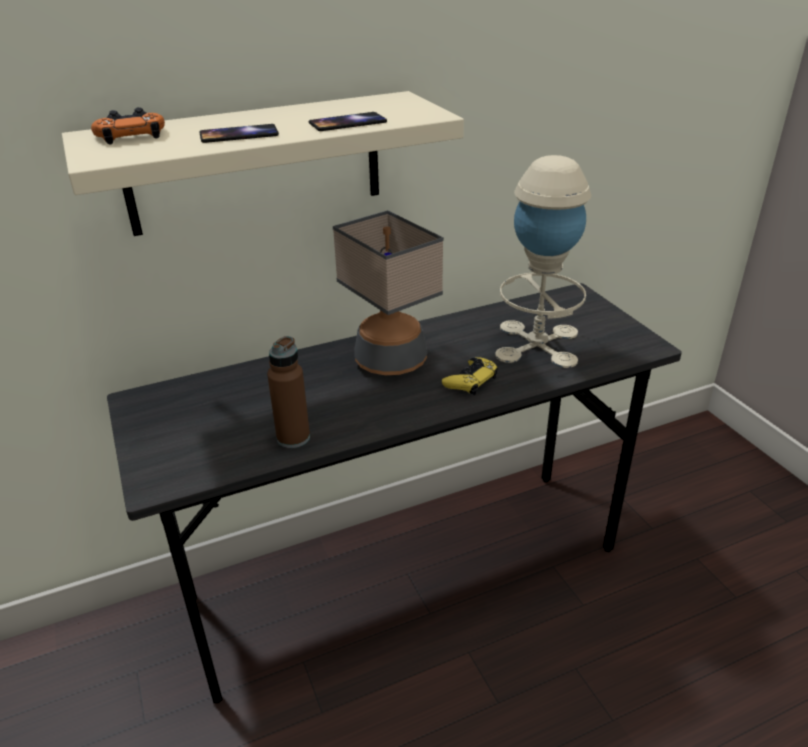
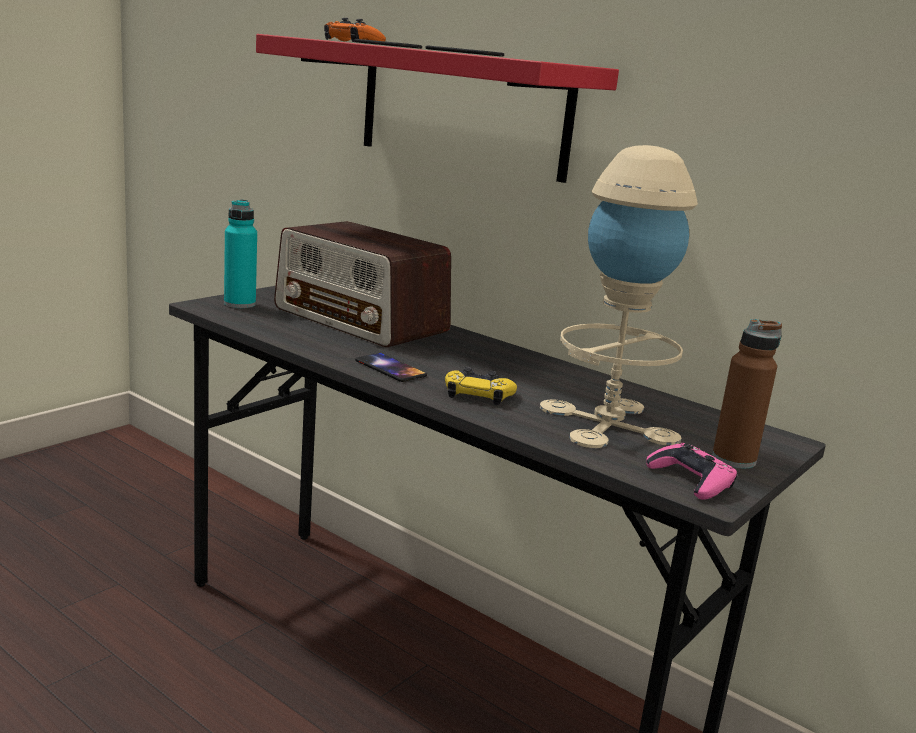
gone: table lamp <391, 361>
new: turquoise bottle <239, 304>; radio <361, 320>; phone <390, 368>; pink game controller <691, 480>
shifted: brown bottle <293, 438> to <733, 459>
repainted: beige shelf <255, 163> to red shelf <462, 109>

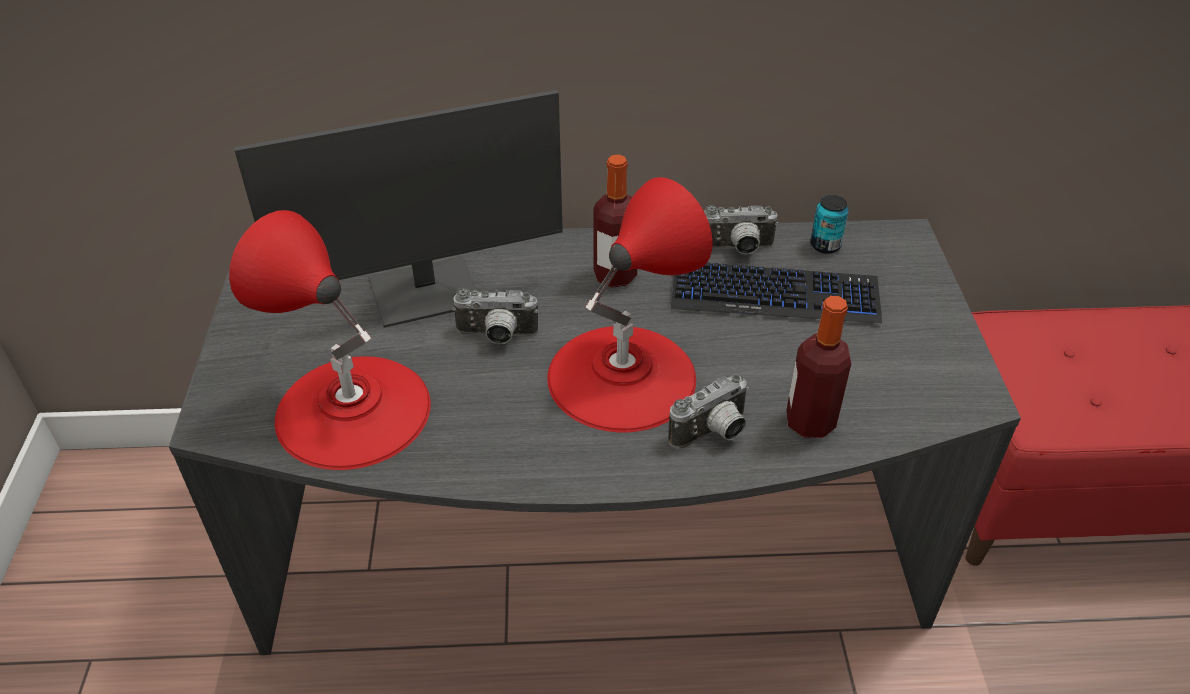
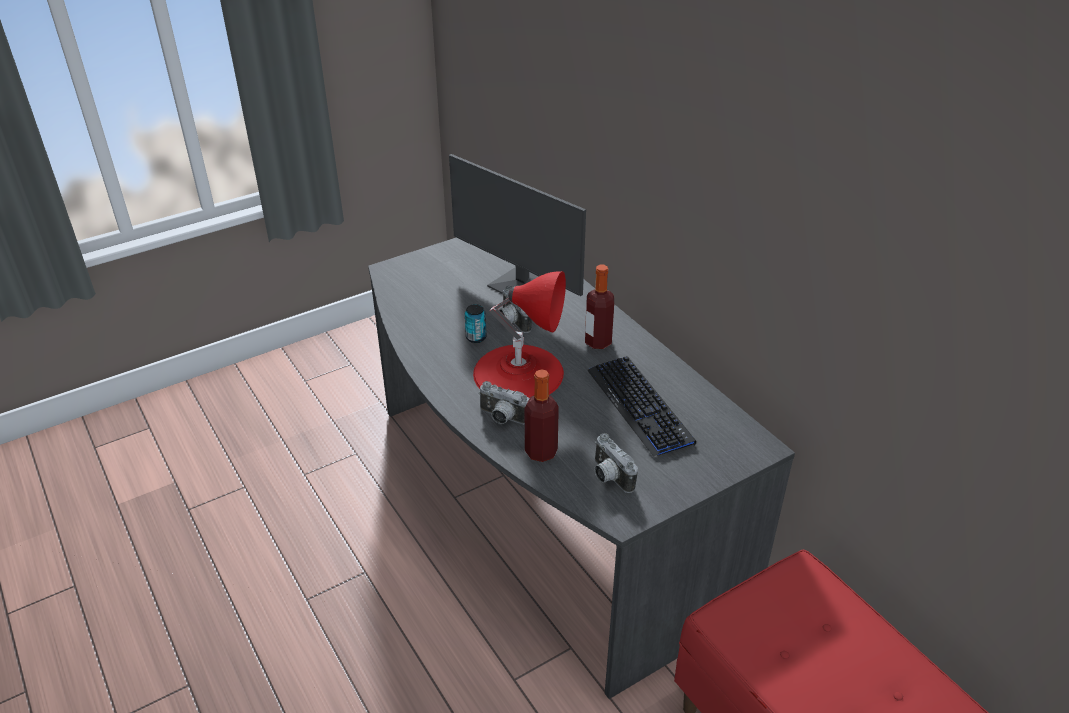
gone: red table lamp <352, 410>
shifted: can <825, 245> to <476, 337>; photo camera <737, 249> to <608, 477>

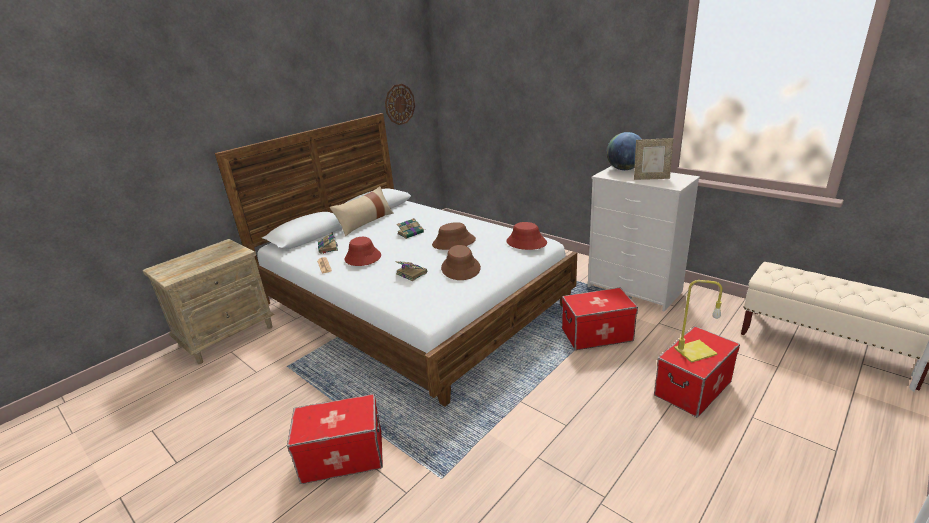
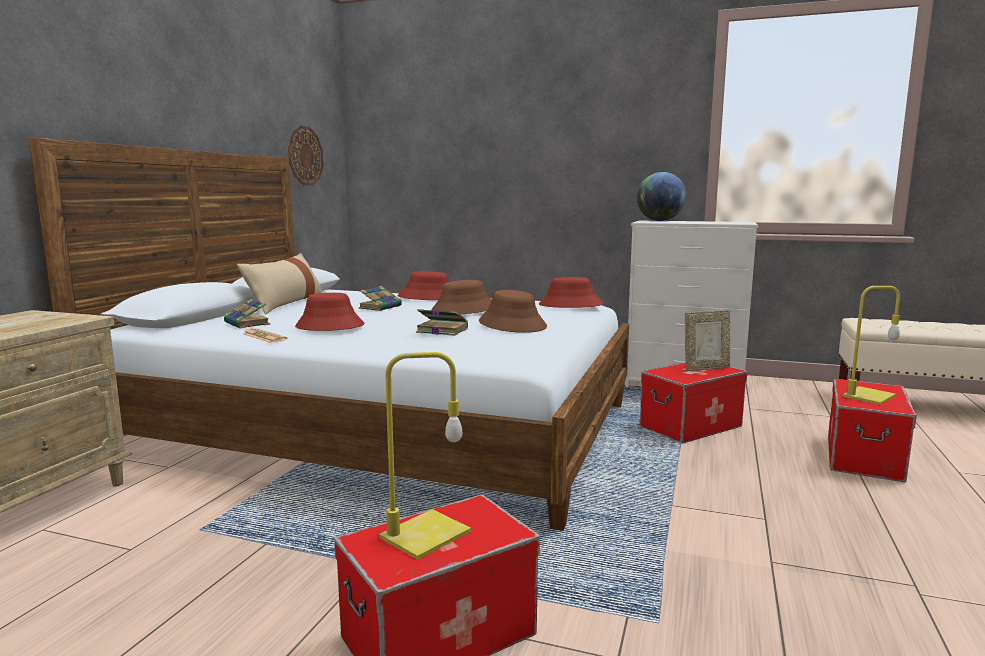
new: yellow table lamp <424, 535>; red hat <428, 297>
shifted: picture frame <651, 178> to <706, 368>

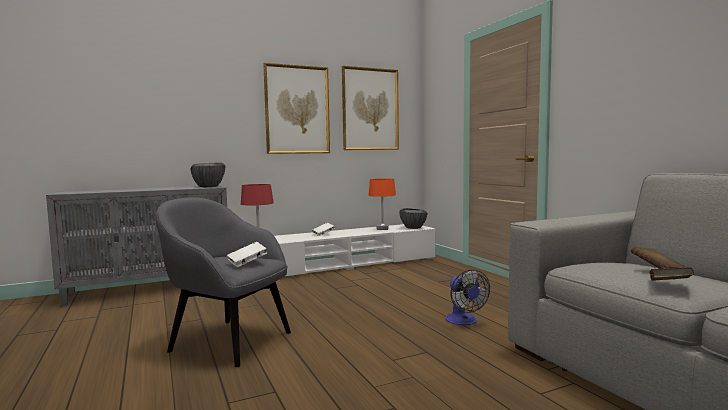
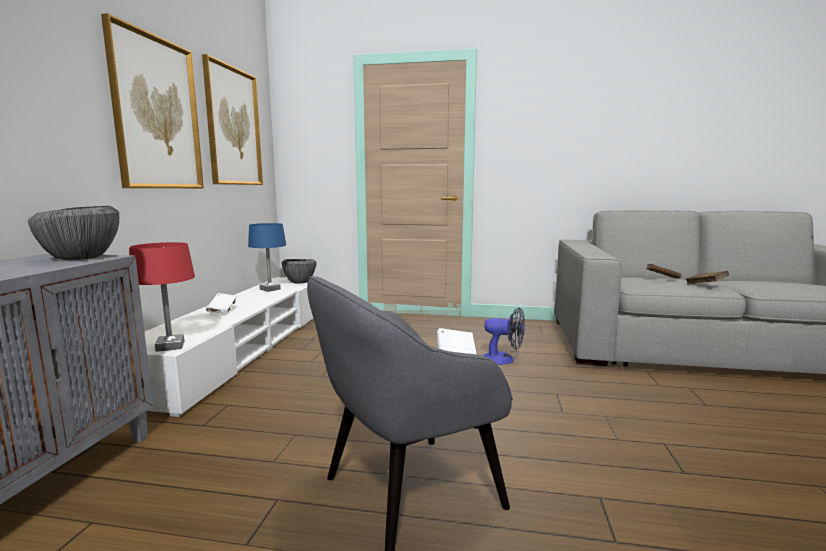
repainted: orange table lamp <382, 229> to blue table lamp <270, 289>

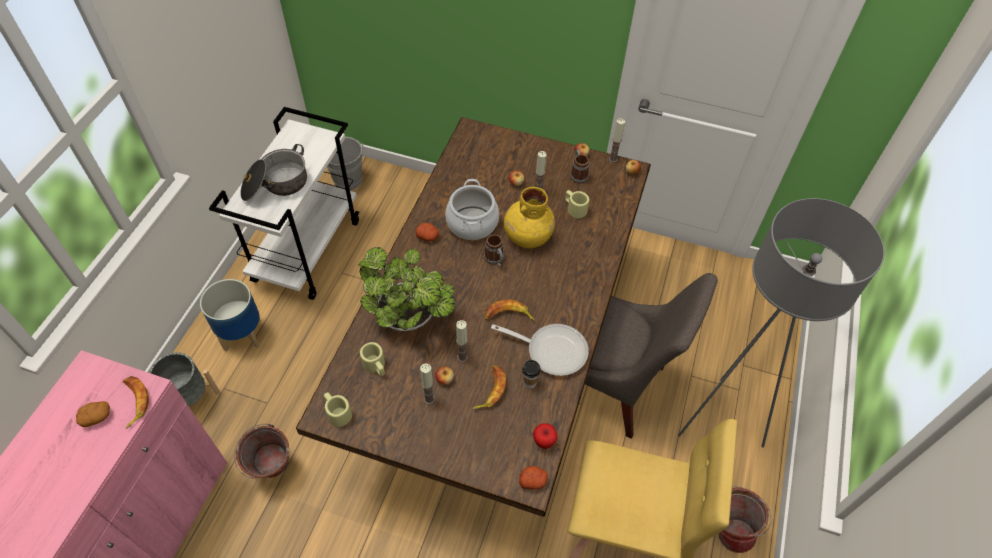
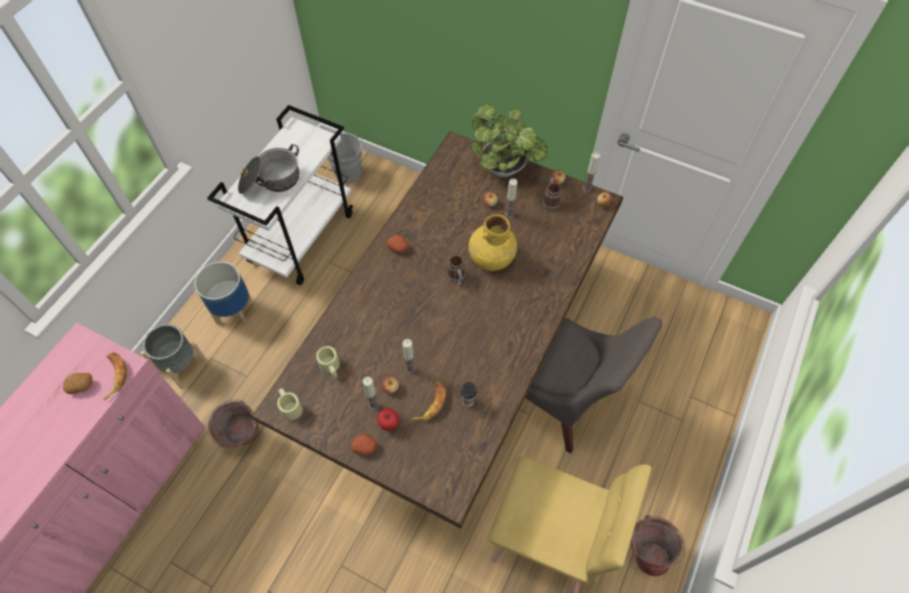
gone: cooking pot <472, 223>; banana <508, 315>; frying pan <551, 350>; beige mug <574, 208>; grey floor lamp <719, 420>
shifted: potato <533, 480> to <365, 447>; apple <544, 442> to <389, 424>; potted plant <411, 320> to <506, 170>

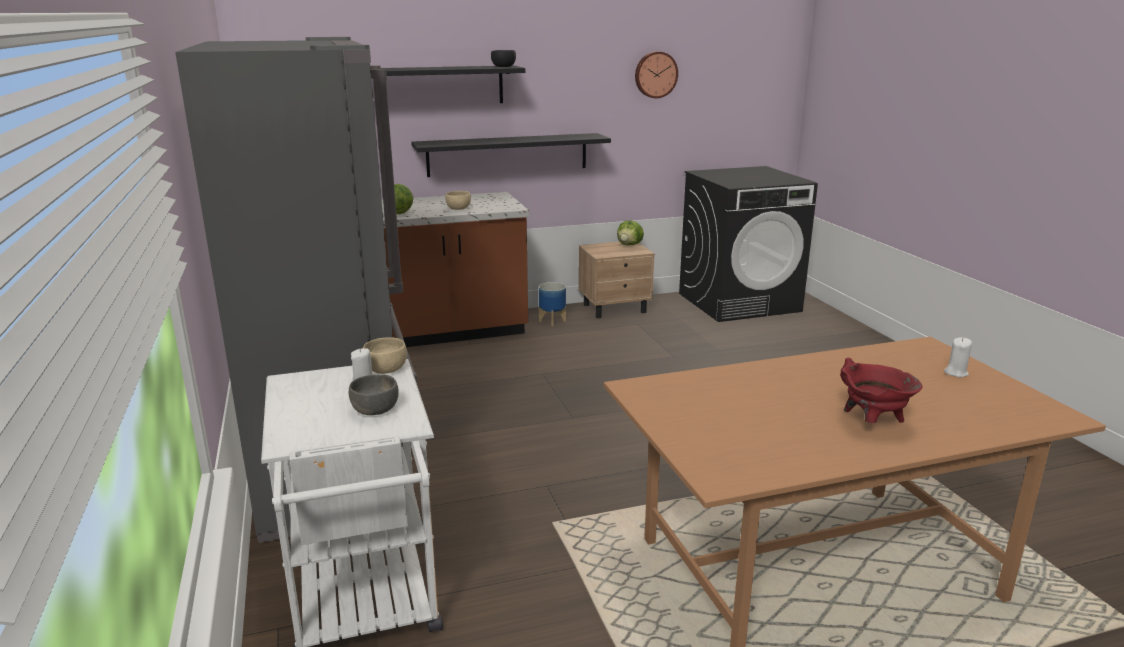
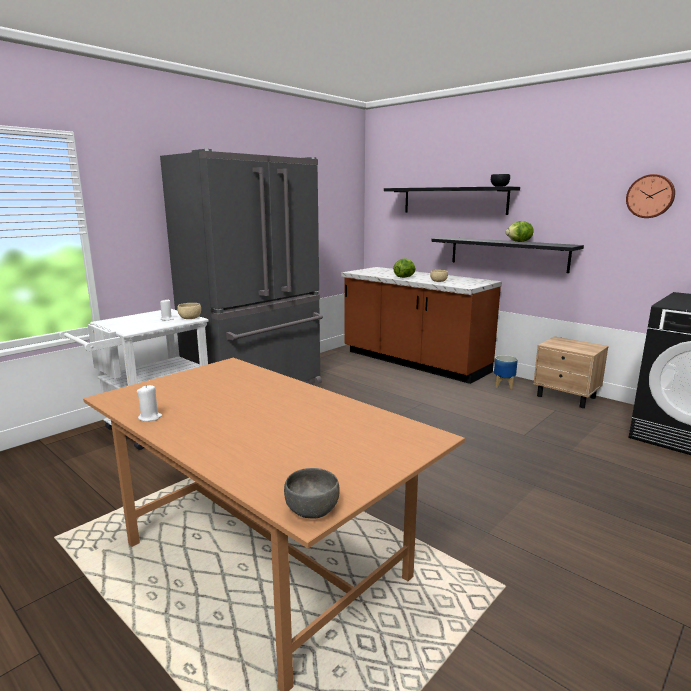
gone: red cooking pot <873, 422>
shifted: white candle <955, 373> to <150, 417>; grey bowl <375, 410> to <312, 510>; lettuce <629, 245> to <519, 242>

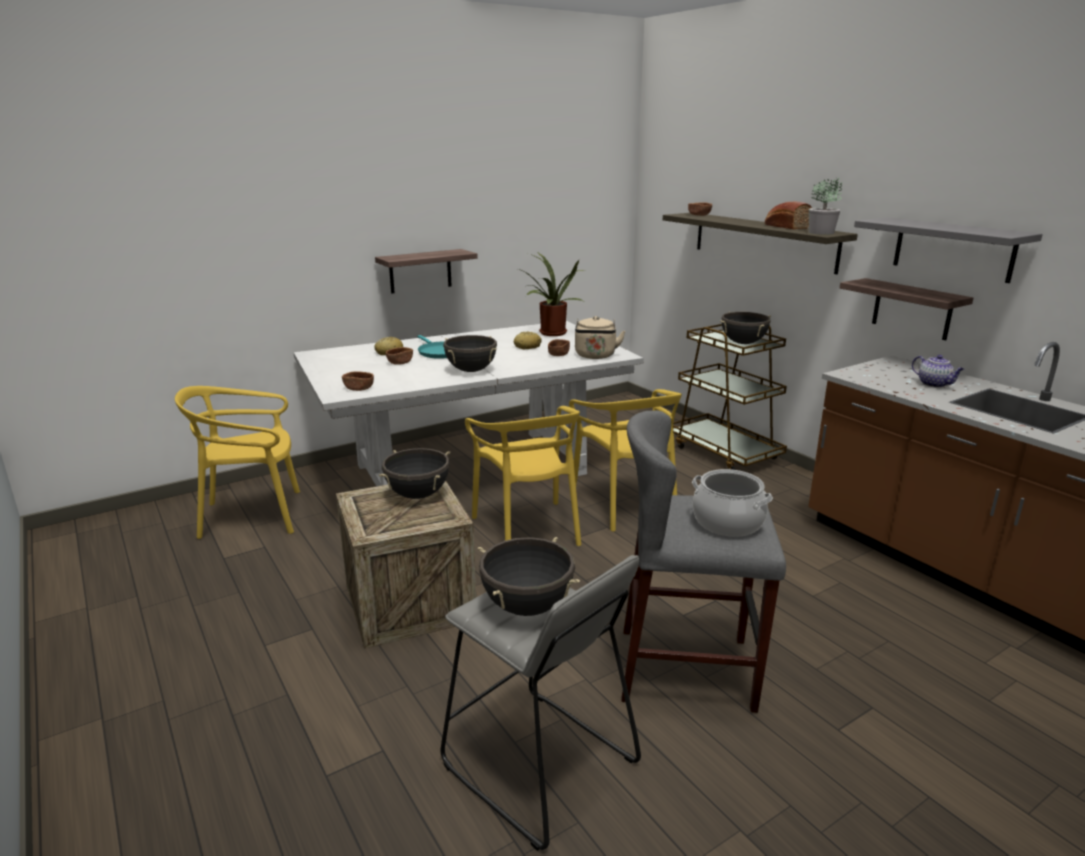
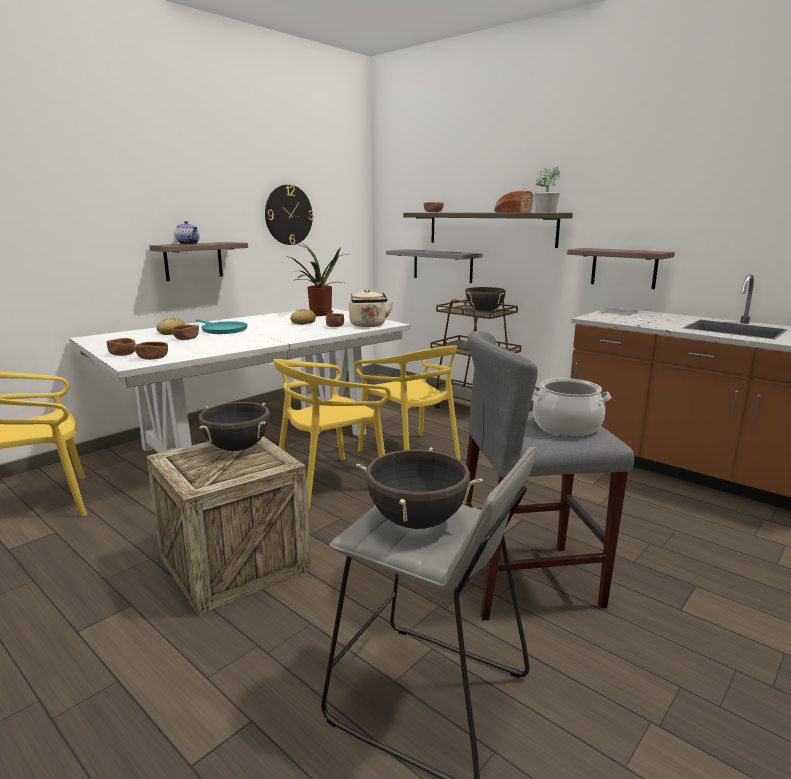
gone: black cooking pot <471, 370>
new: brown bowl <122, 354>; wall clock <288, 215>
shifted: teapot <934, 384> to <189, 244>; grey shelf <953, 249> to <442, 265>
rotated: yellow chair <528, 529> = <330, 483> 90 degrees clockwise

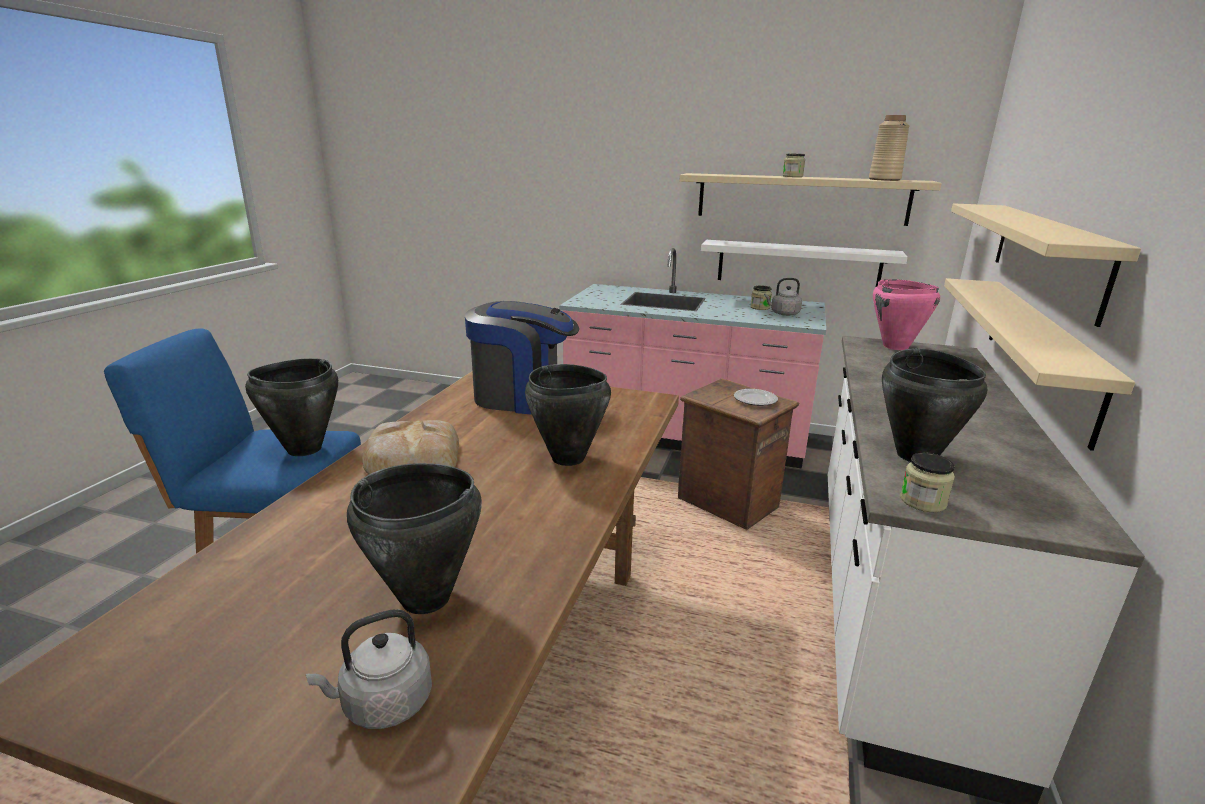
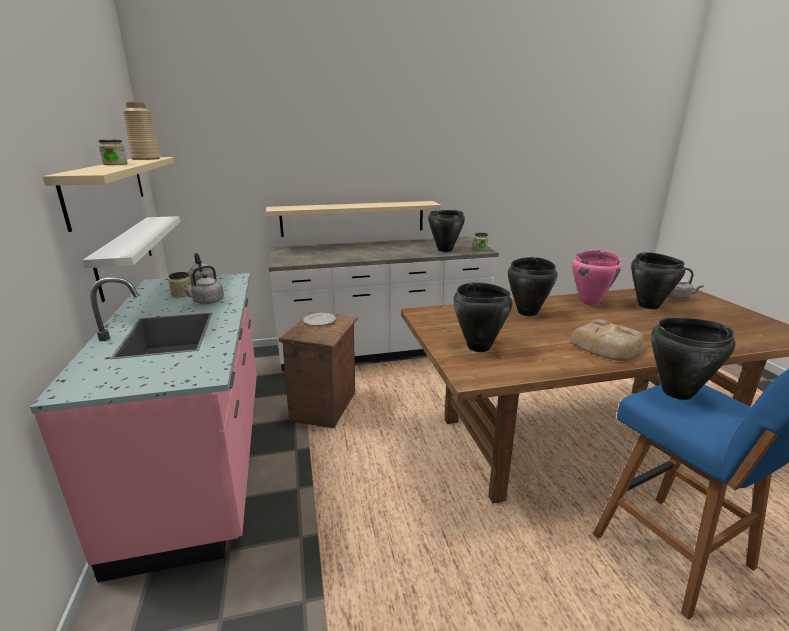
gone: beige shelf <1046, 254>
new: grey kettle <207, 302>
shifted: pink cooking pot <895, 347> to <590, 302>
swapped: coffee machine <524, 397> to black cooking pot <478, 347>

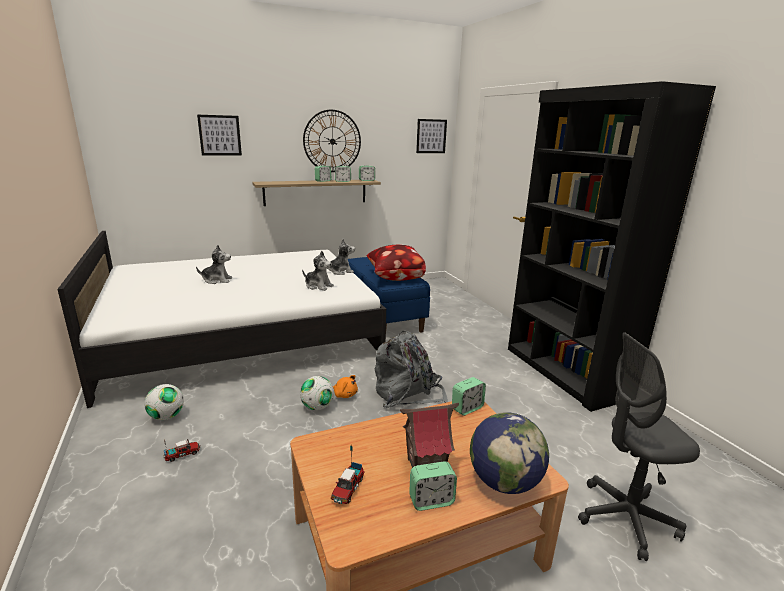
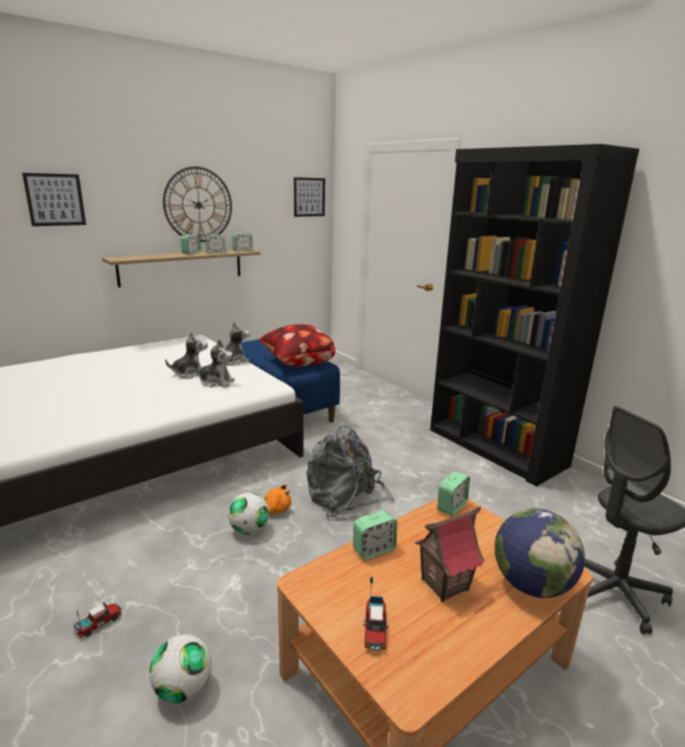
shifted: football <167, 416> to <183, 688>; plush toy <217, 280> to <190, 373>; alarm clock <431, 500> to <374, 549>

